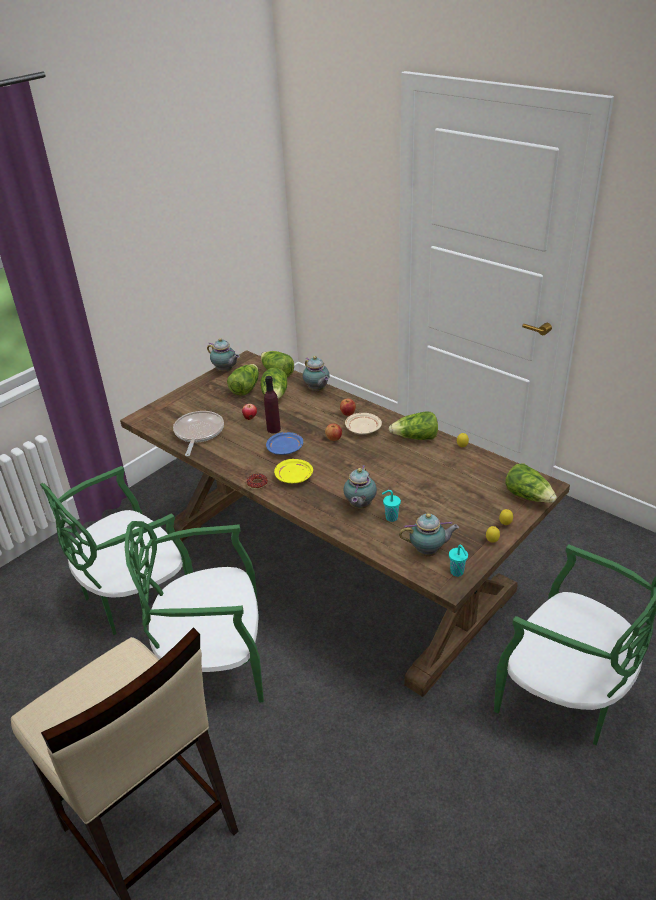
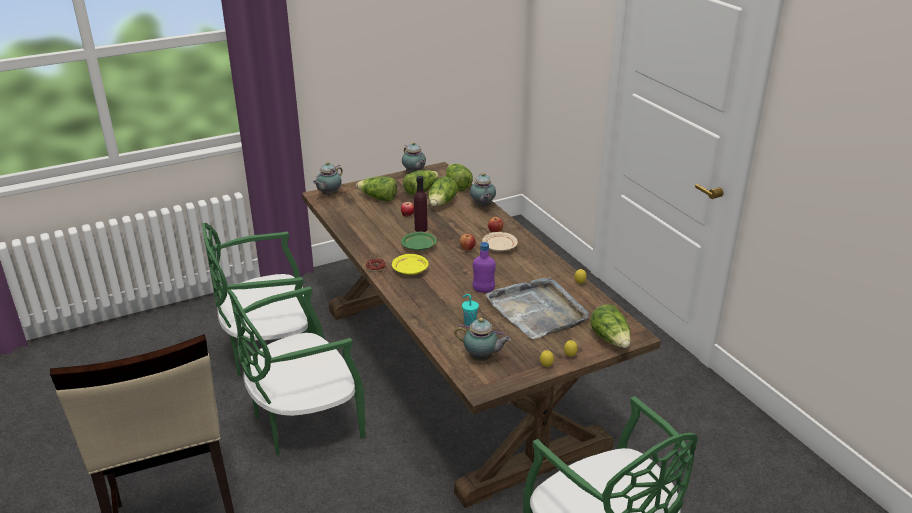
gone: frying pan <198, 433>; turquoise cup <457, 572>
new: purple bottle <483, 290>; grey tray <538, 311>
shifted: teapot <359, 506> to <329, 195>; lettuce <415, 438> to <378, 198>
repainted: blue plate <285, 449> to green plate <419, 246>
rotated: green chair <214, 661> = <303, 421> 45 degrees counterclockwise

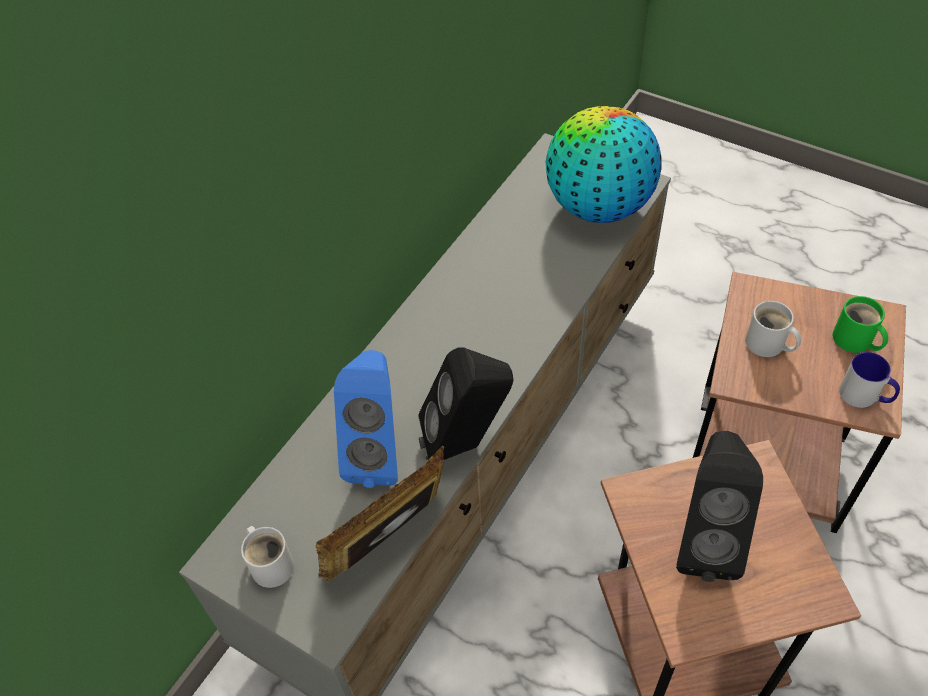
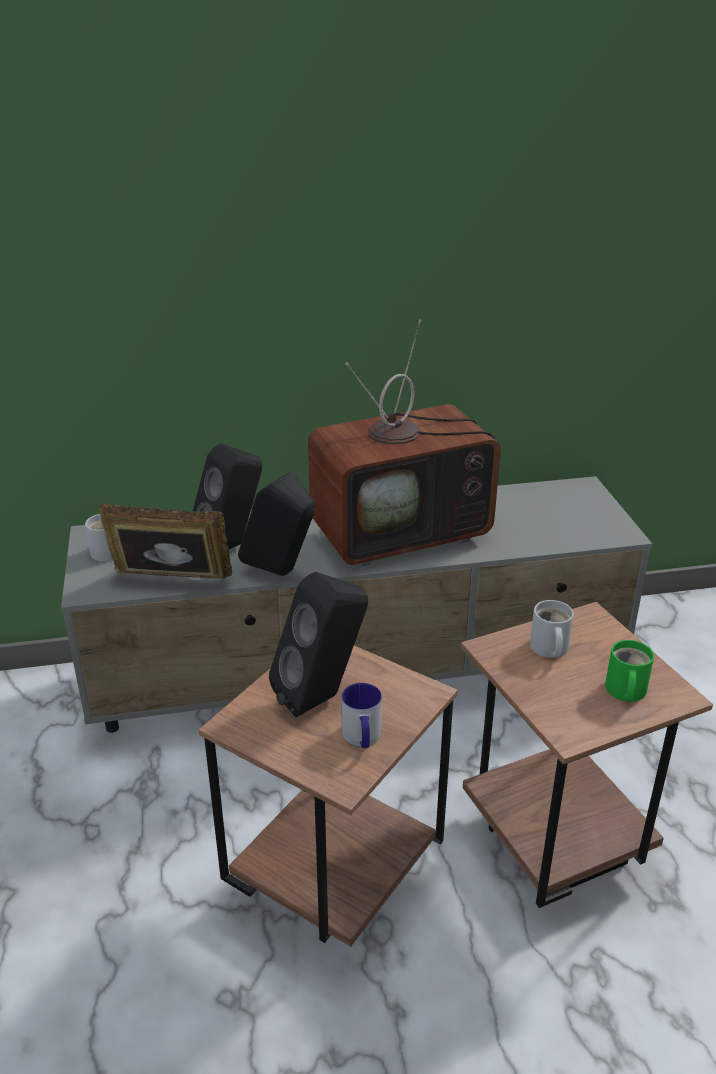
gone: globe <598, 206>
new: television <403, 531>
shifted: mug <865, 396> to <362, 738>
repainted: blue speaker <378, 453> to black speaker <231, 546>

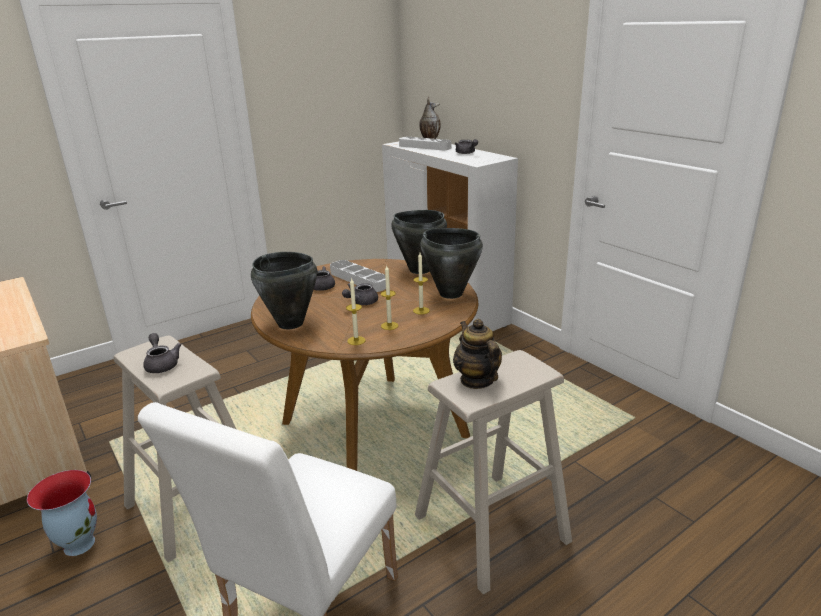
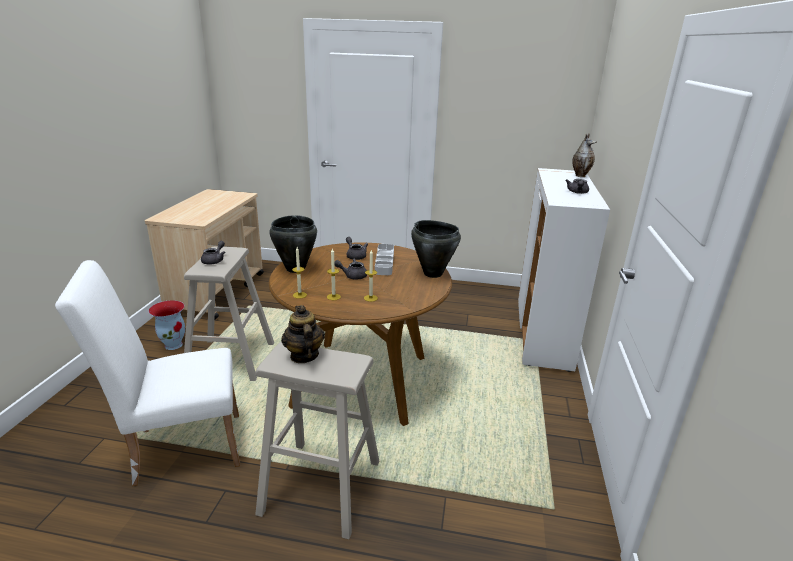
gone: grey tray <425, 147>; black cooking pot <450, 293>
rotated: teapot <477, 380> = <304, 356> 45 degrees counterclockwise

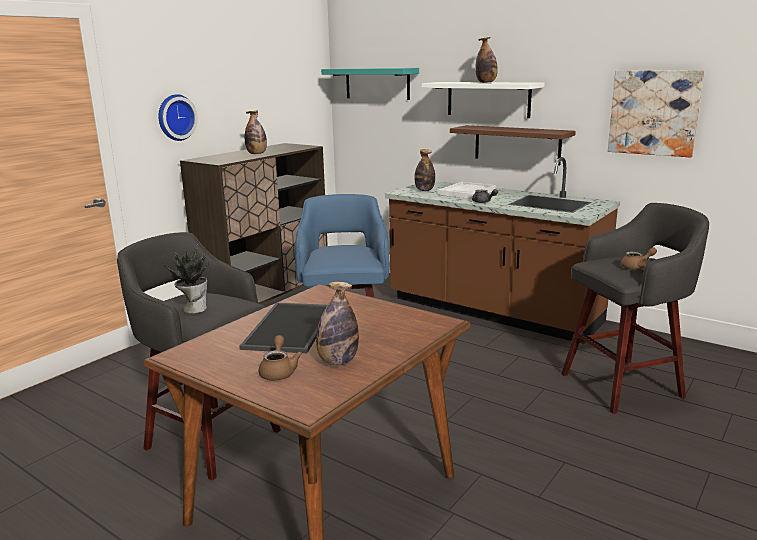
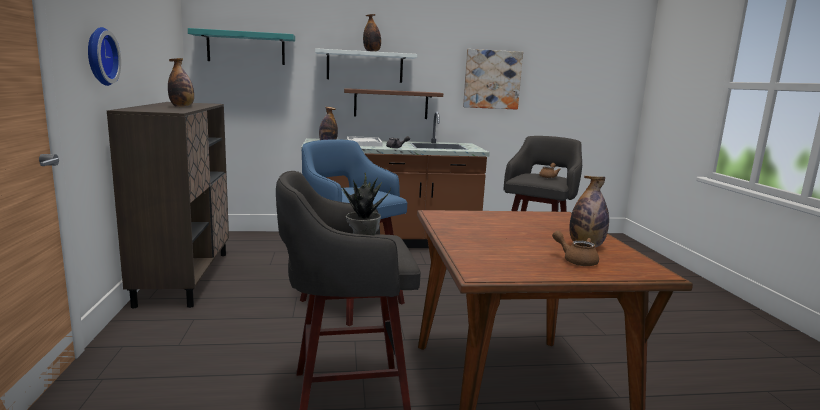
gone: tray <292, 328>

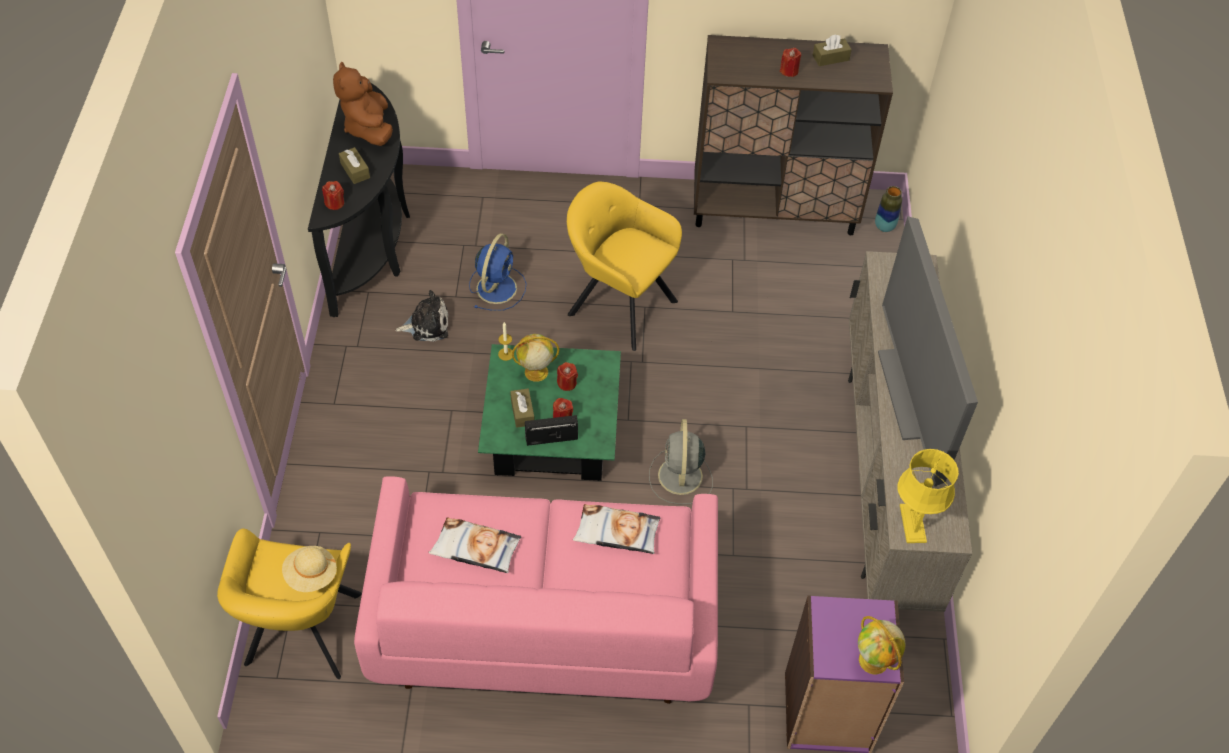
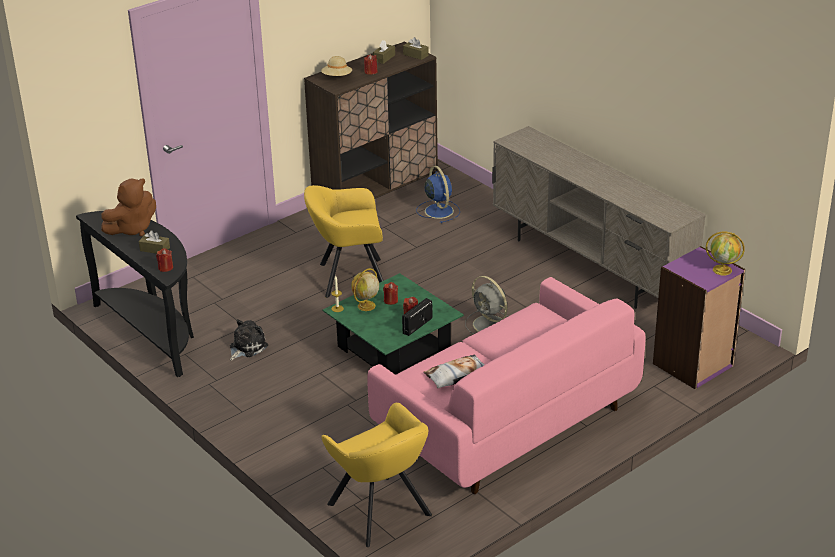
gone: pillow <617, 533>; vase <884, 227>; television <916, 394>; yellow table lamp <912, 523>
shifted: beige hat <311, 575> to <337, 77>; brown tissue box <522, 412> to <415, 55>; blue fan <497, 287> to <438, 210>
rotated: brown plush toy <368, 128> = <132, 229> 75 degrees counterclockwise

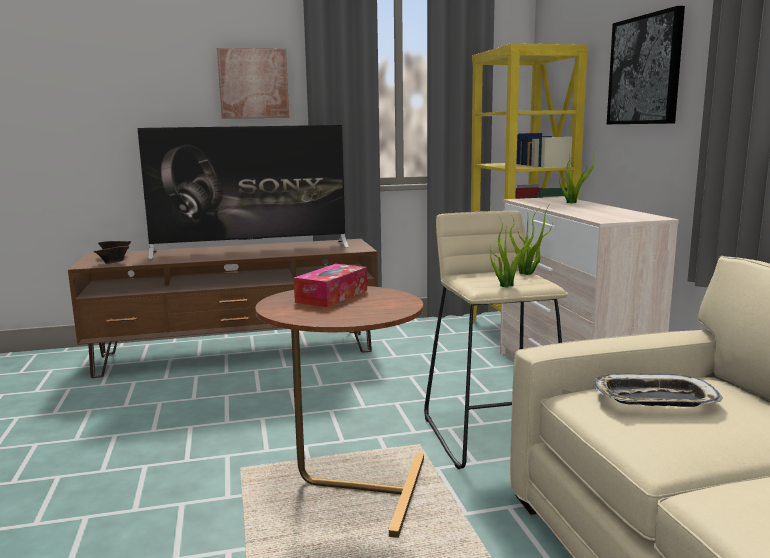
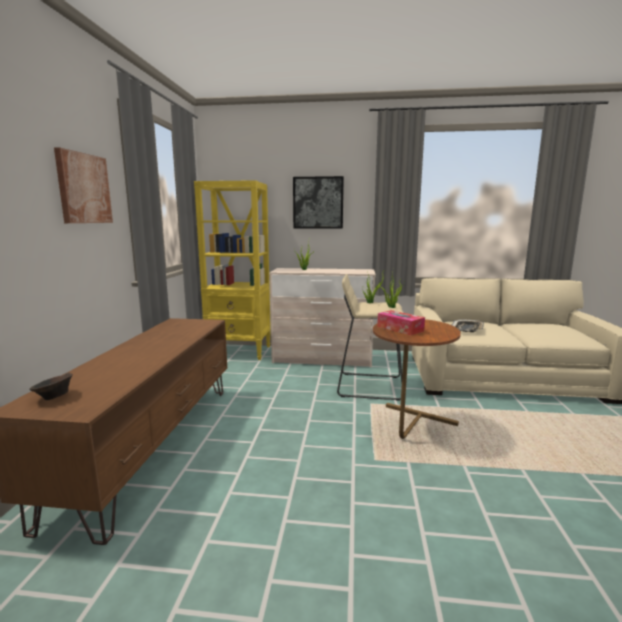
gone: brown bowl <113, 263>; television <251, 249>

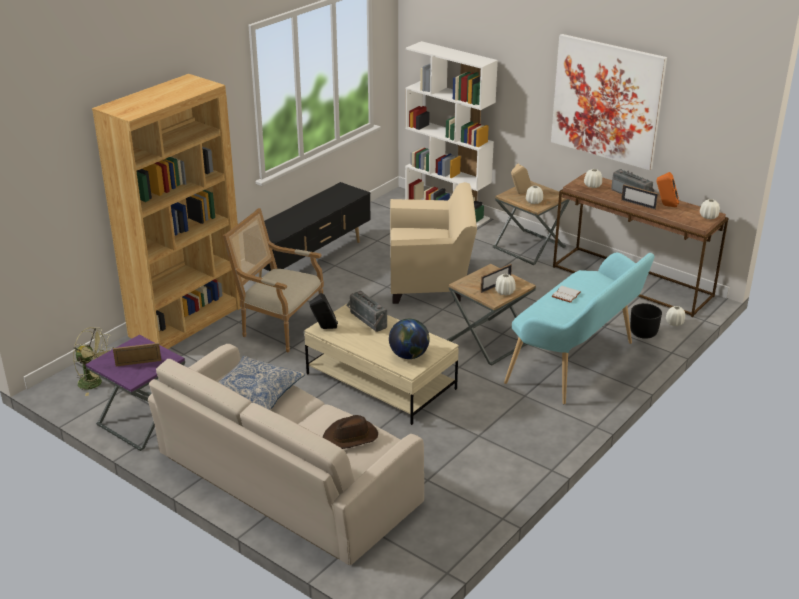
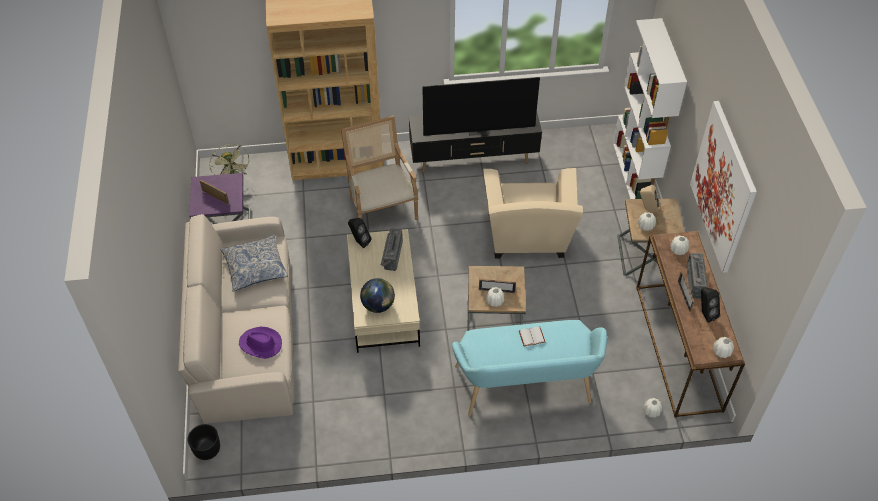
new: television <479, 129>
shifted: black planter <643, 333> to <207, 449>
repainted: brown hat <350, 437> to purple hat <260, 344>; orange speaker <665, 205> to black speaker <705, 314>
rotated: beige armchair <431, 282> = <527, 238> 45 degrees clockwise

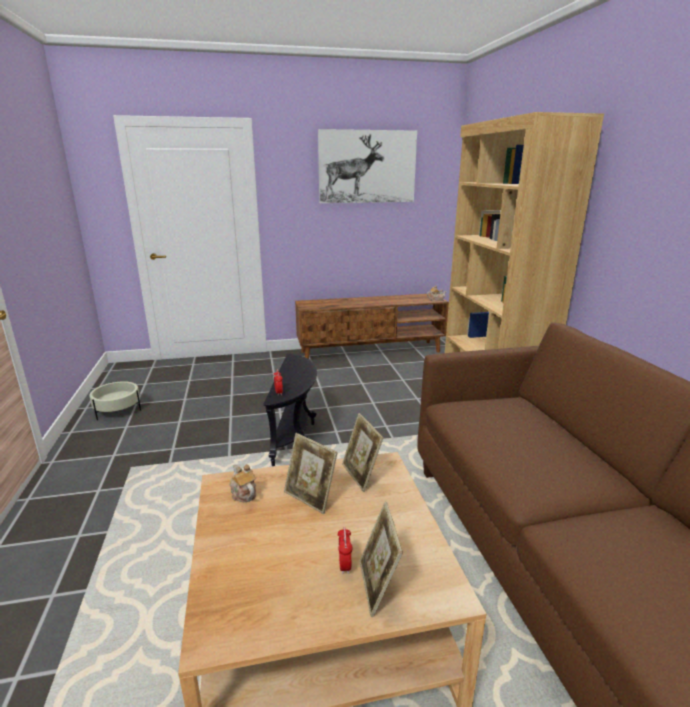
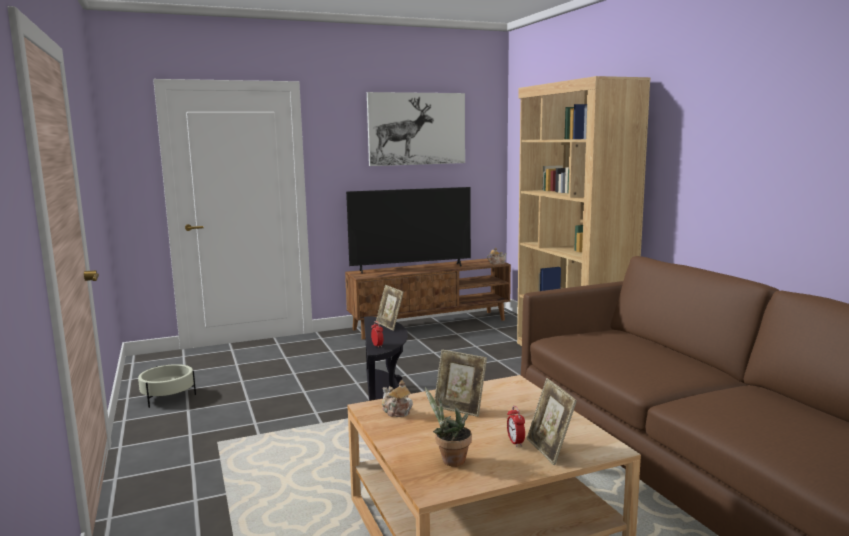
new: television <411, 268>; potted plant <450, 460>
shifted: picture frame <361, 475> to <389, 325>

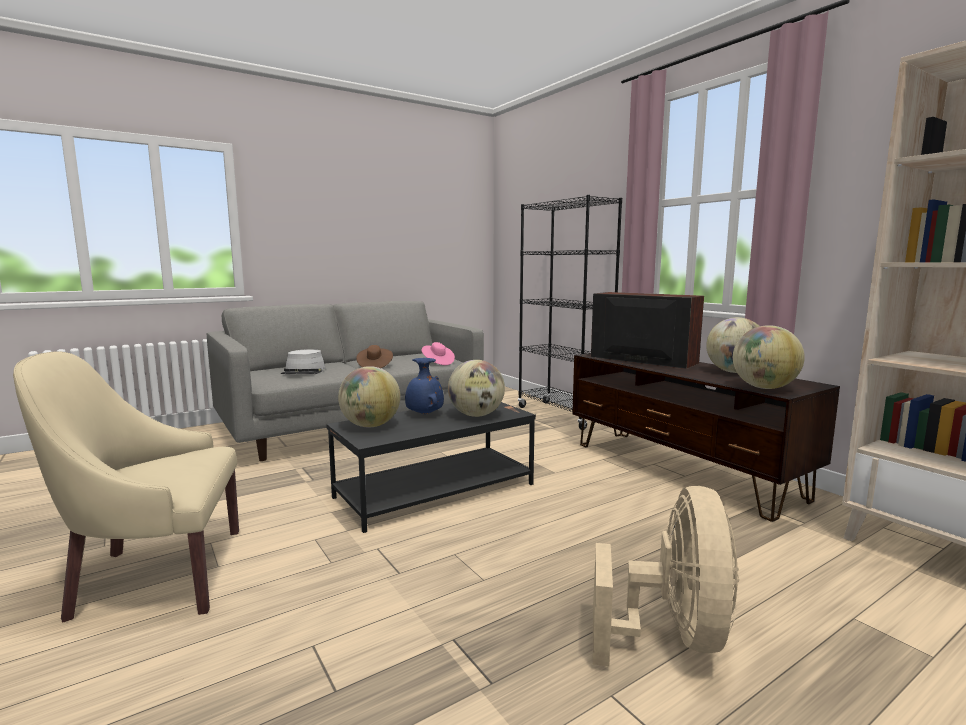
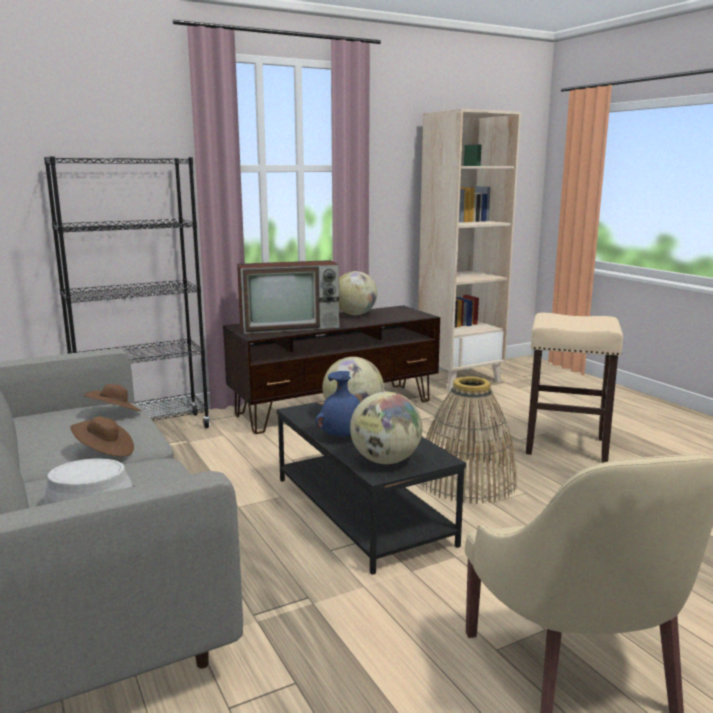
gone: globe <764, 388>
new: basket <467, 480>
swapped: beige fan <672, 635> to beige stool <564, 446>
repainted: pink hat <437, 363> to brown hat <115, 414>
rotated: television <640, 360> = <291, 326> 150 degrees counterclockwise

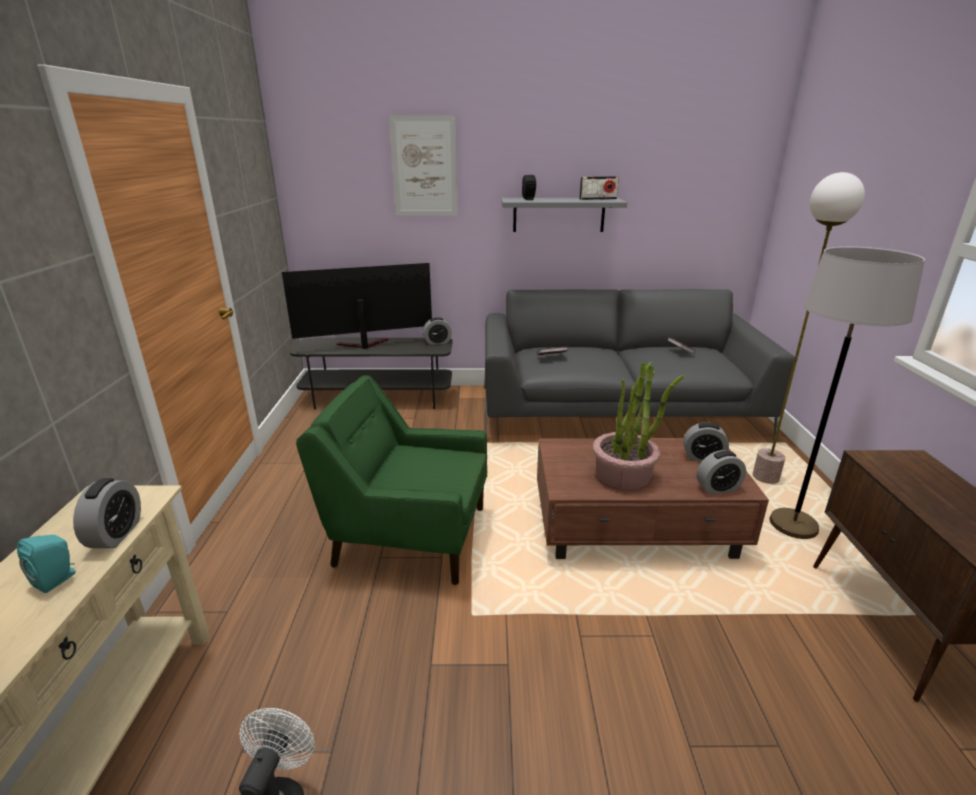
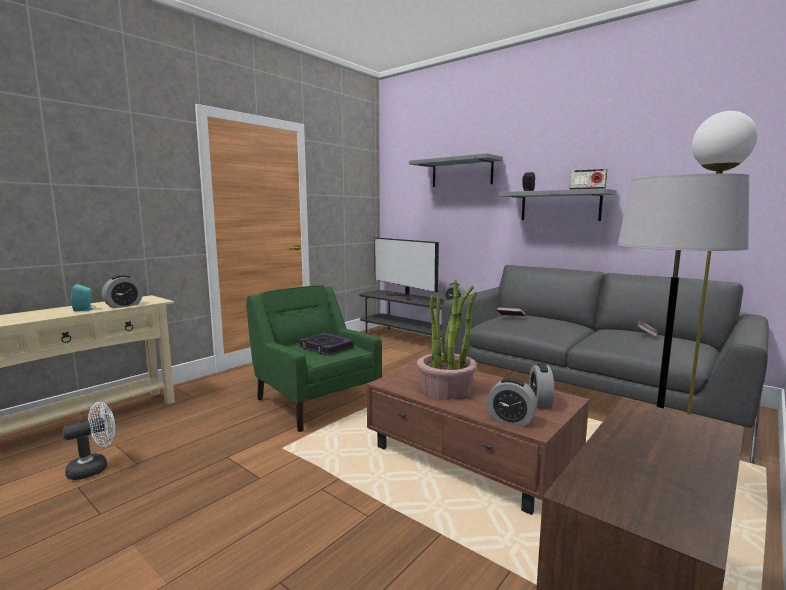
new: book <326, 348>
swapped: picture <424, 167> to grey shelf <462, 172>
rotated: television <362, 345> = <404, 297> 150 degrees counterclockwise; alarm clock <703, 457> = <540, 402> 45 degrees clockwise

